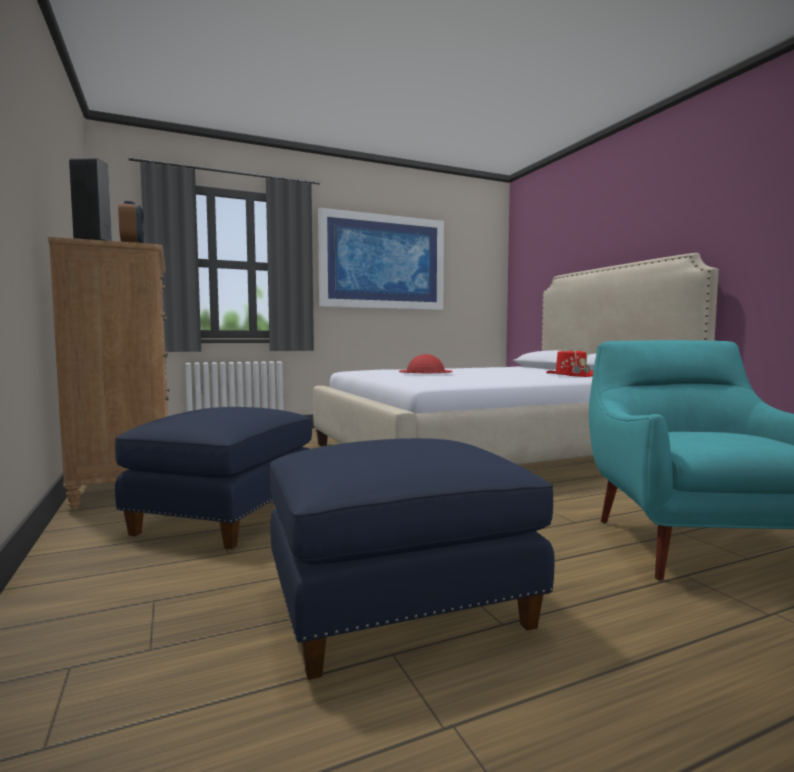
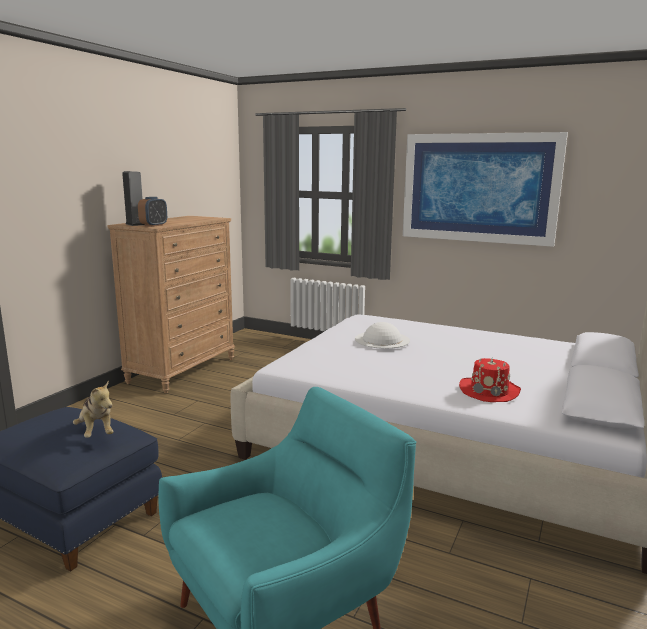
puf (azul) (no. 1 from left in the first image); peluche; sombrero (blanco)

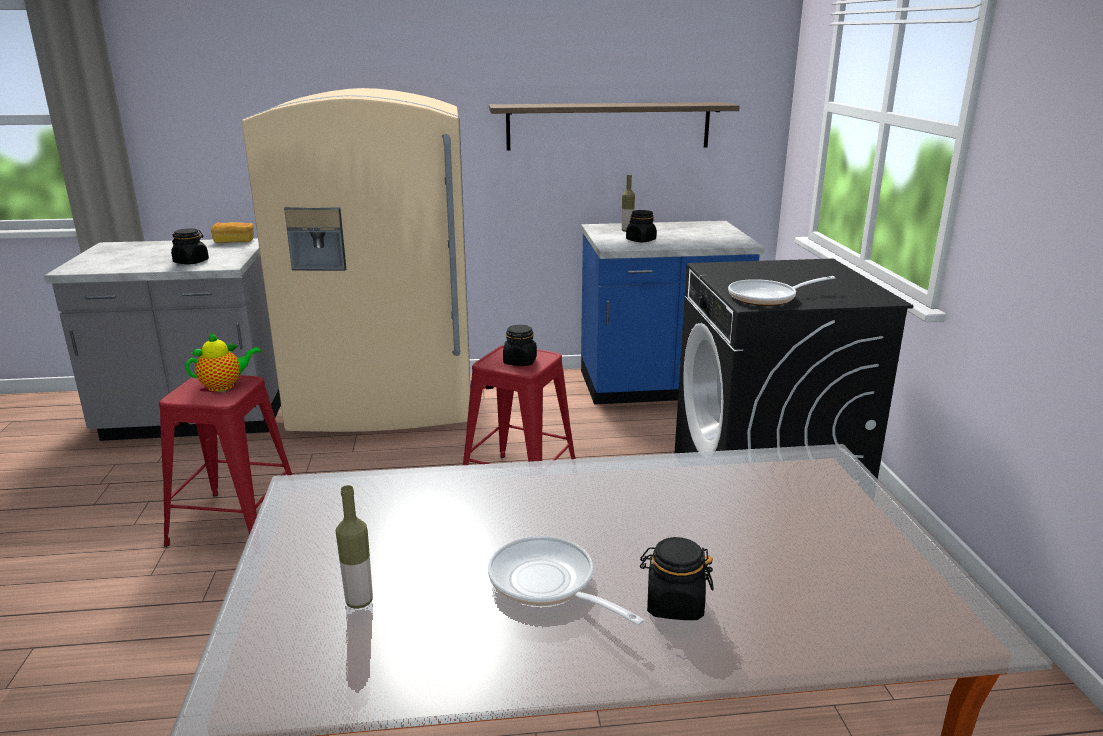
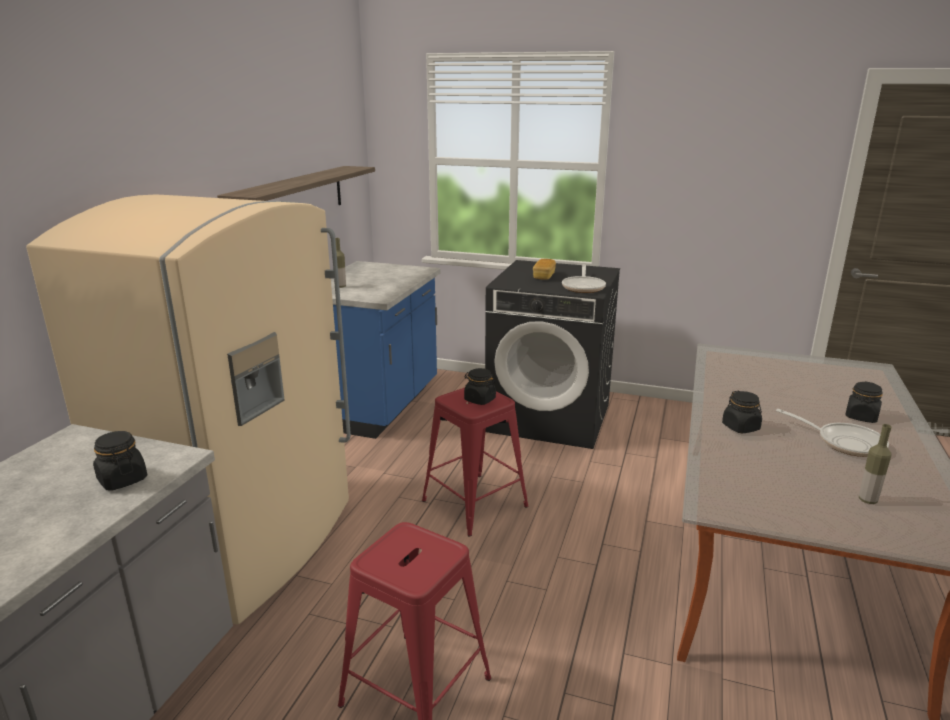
tetera; pan; tarro (negro) (no. 3 from left); sartén (no. 2 from left)

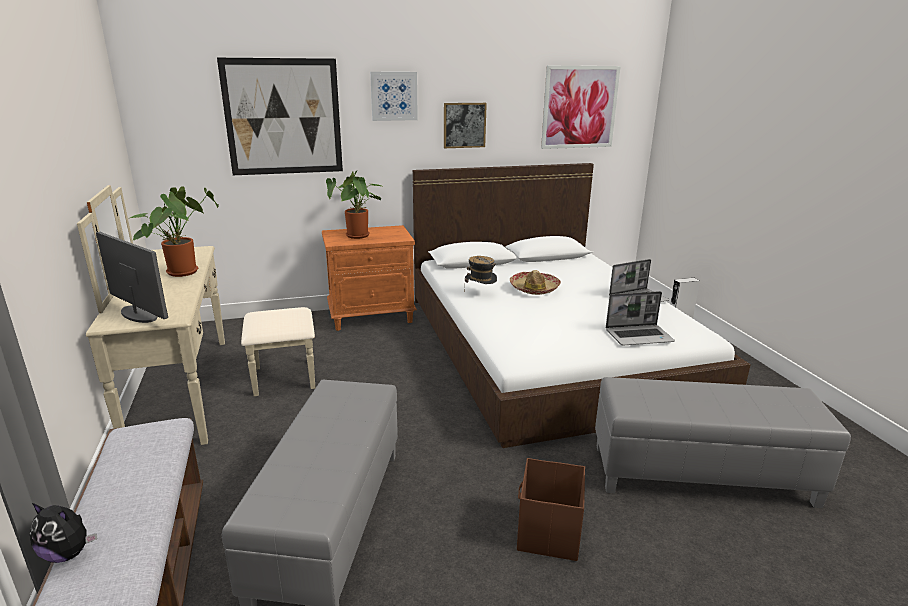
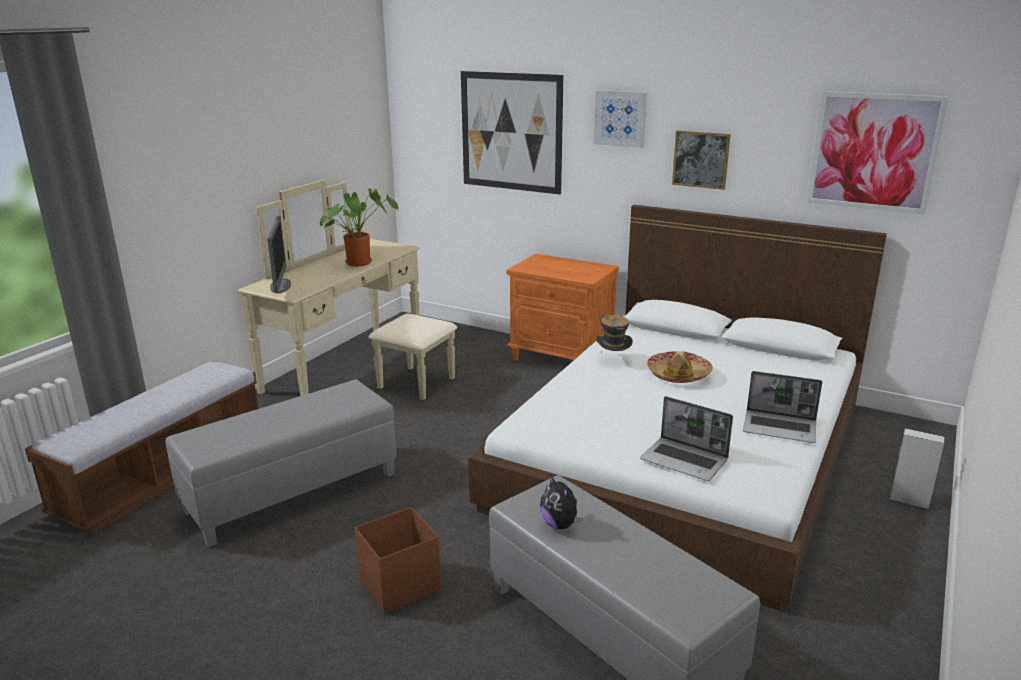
planta en maceta (no. 2 from left in the first image); peluche

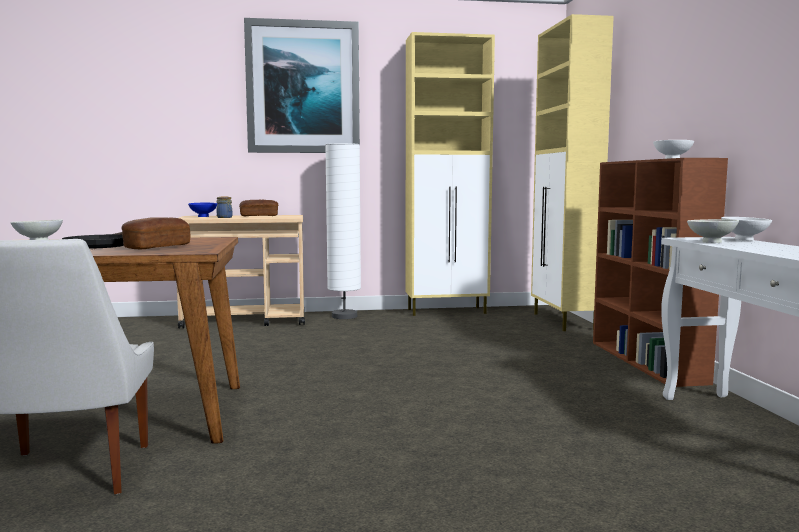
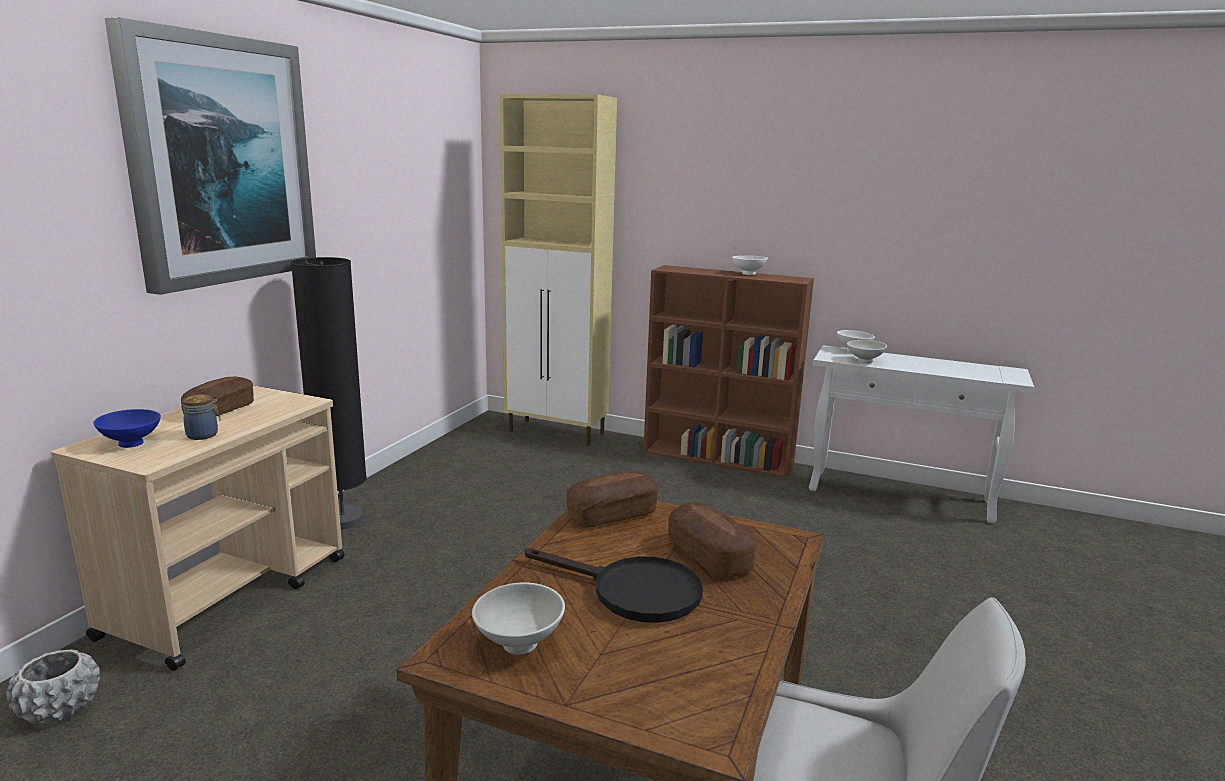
armario (beis) (no. 1 from left in the first image); maceta (gris); pan (no. 2 from left); lámpara de pie (negro)

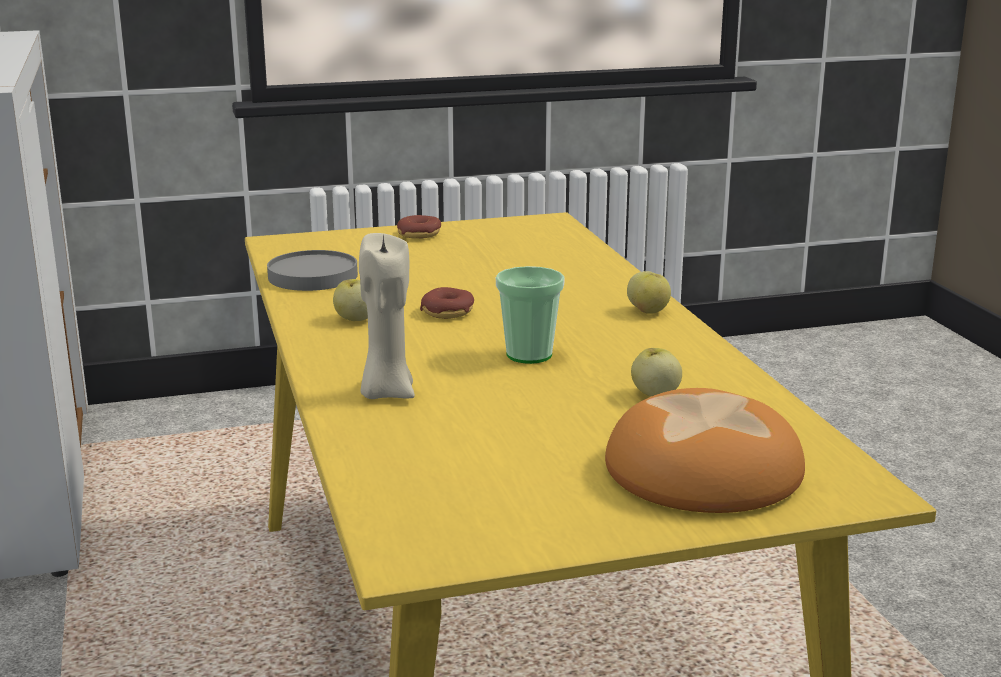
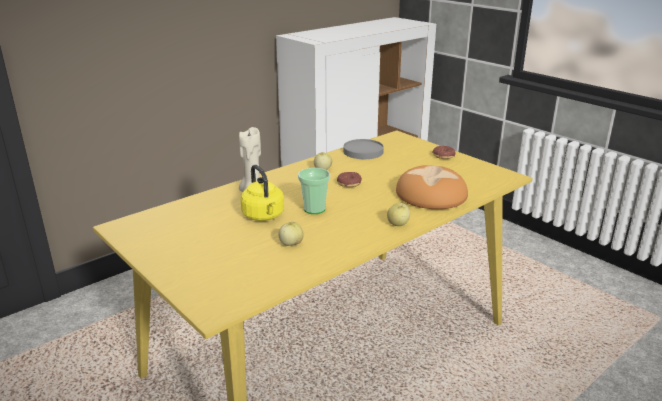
hervidor (amarillo); pan

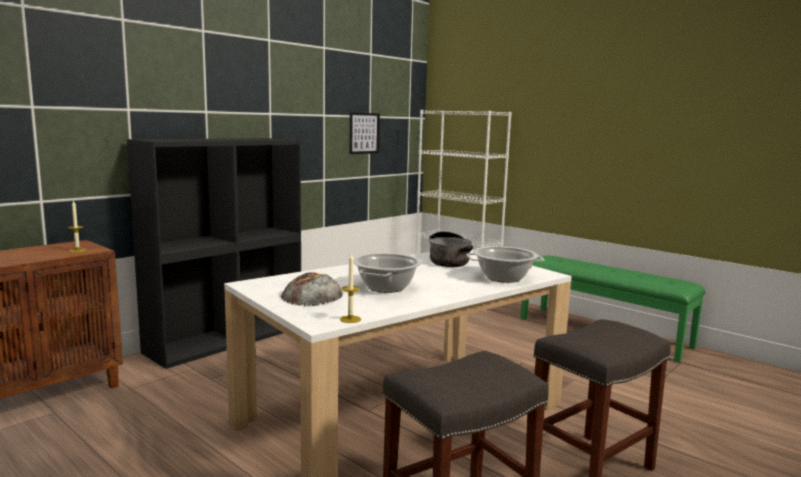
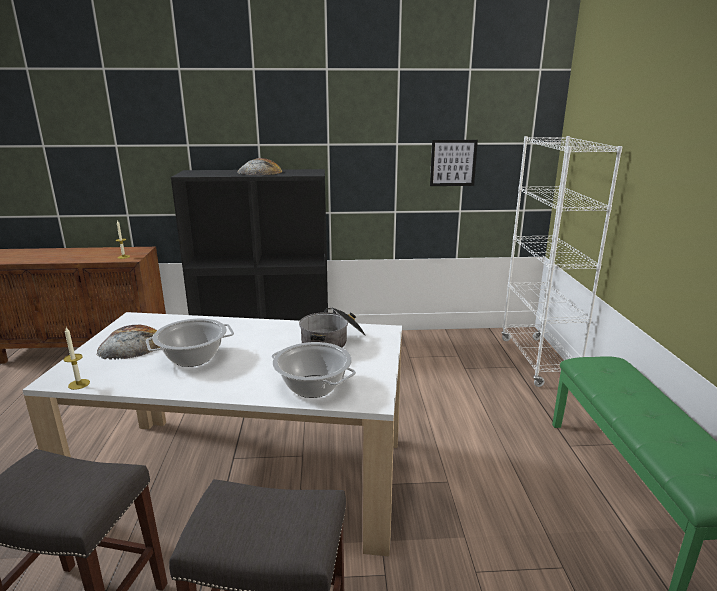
pan (no. 2 from left)

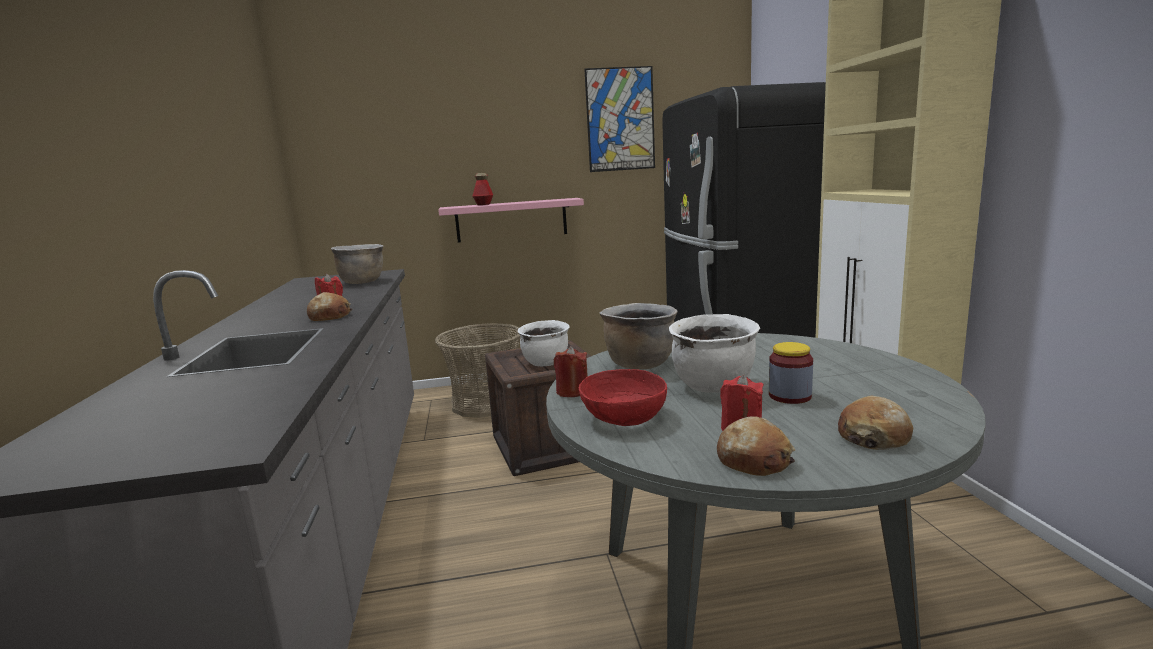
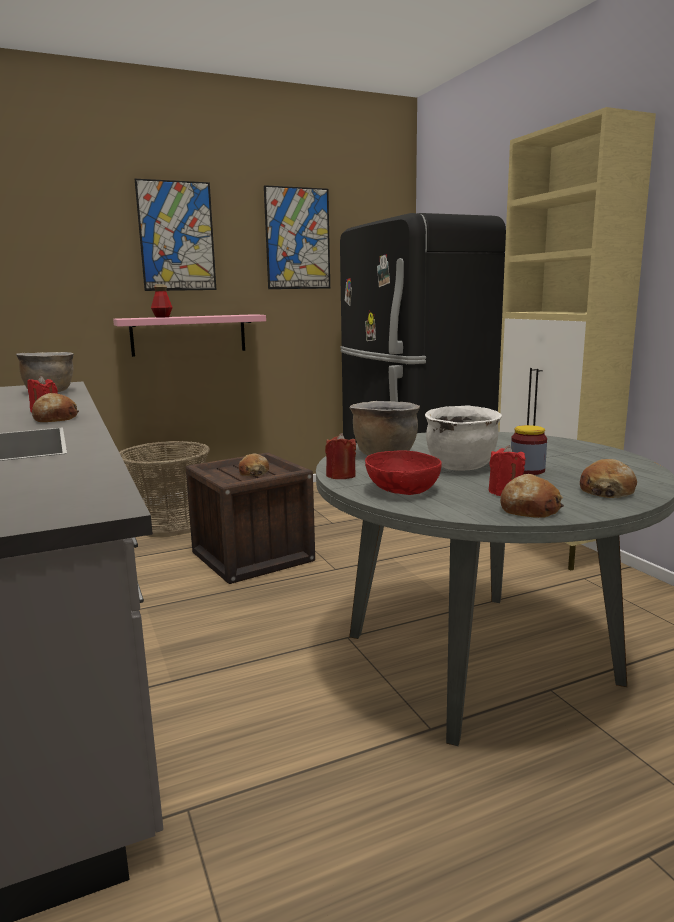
cuadro (no. 1 from left); pan (no. 2 from left)

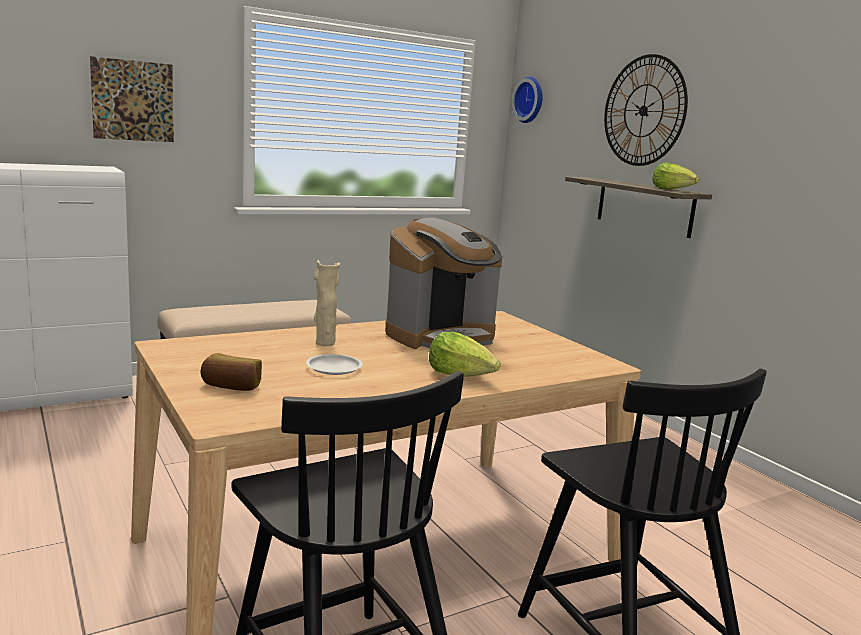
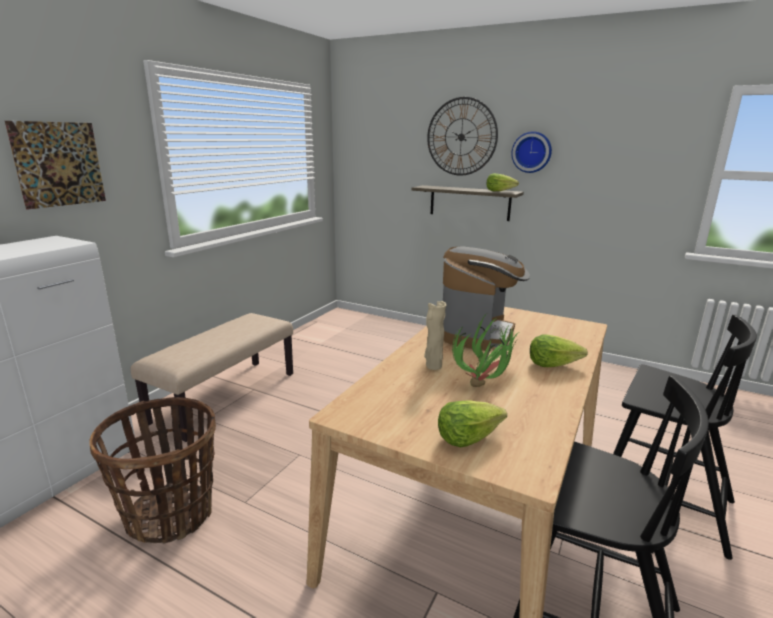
cesta; reloj de pared (no. 2 from left); lechuga (no. 1 from left); planta en maceta

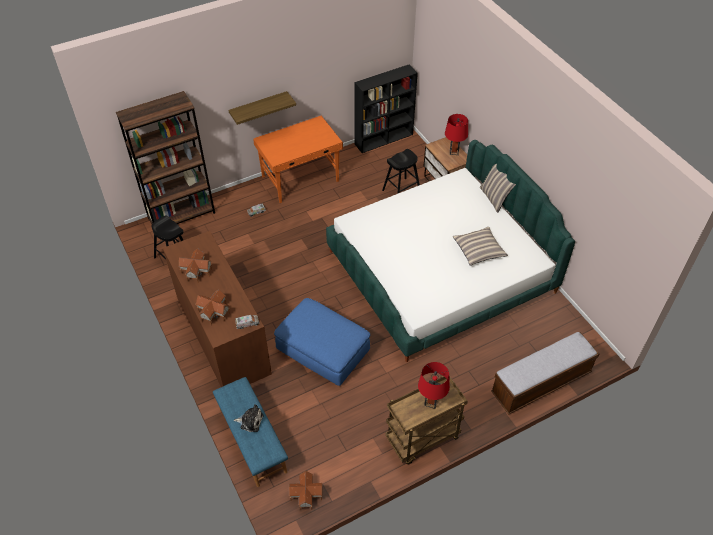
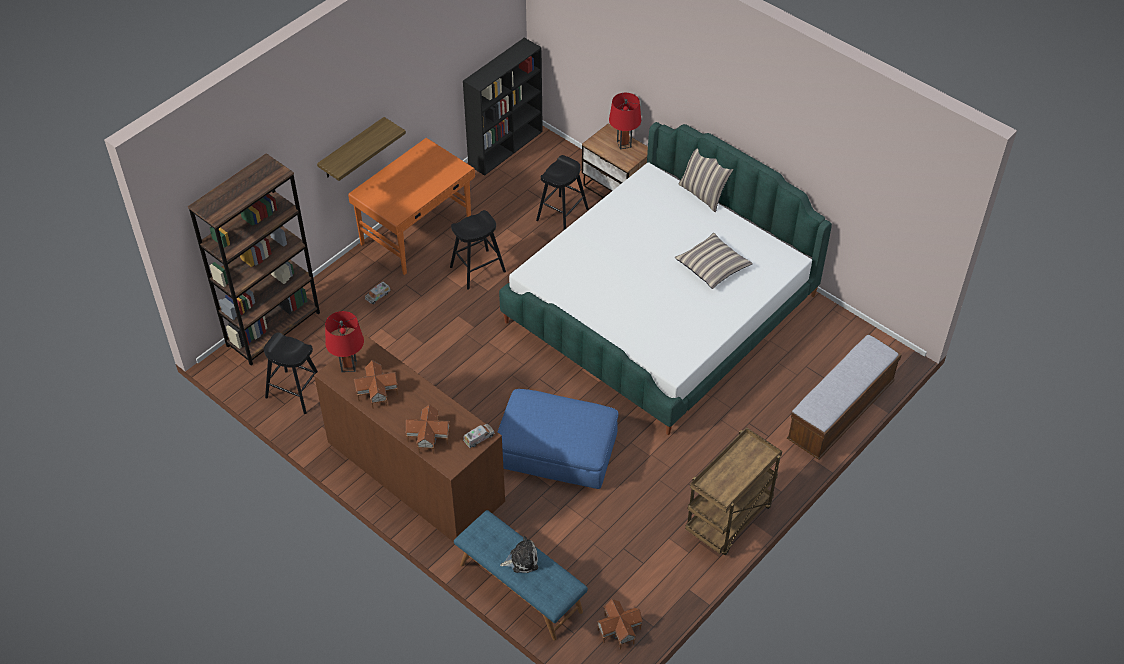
taburete (negro) (no. 2 from left); lámpara de mesa (rojo) (no. 1 from left)

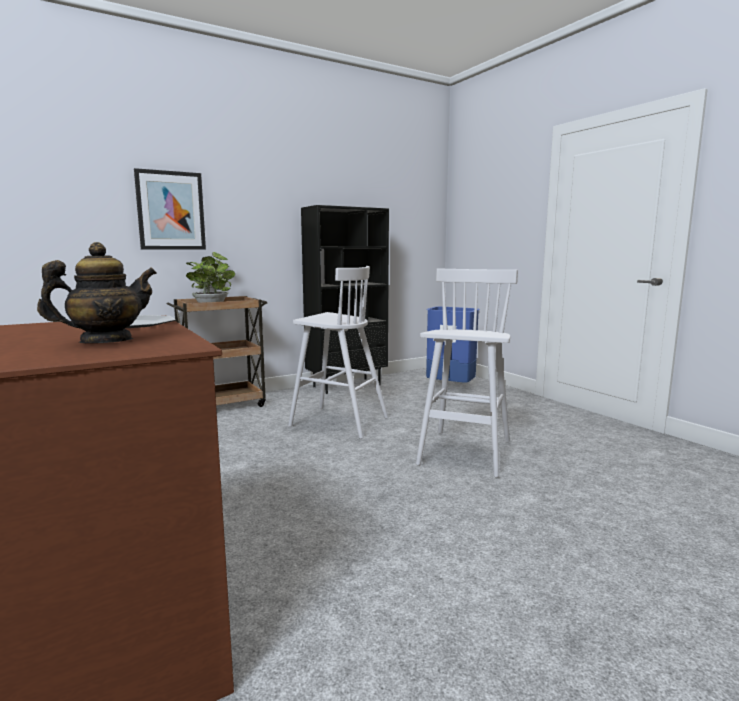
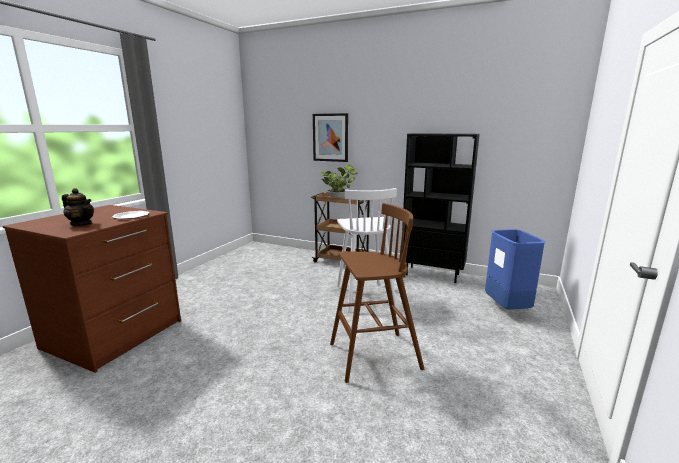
taburete (marrón)

